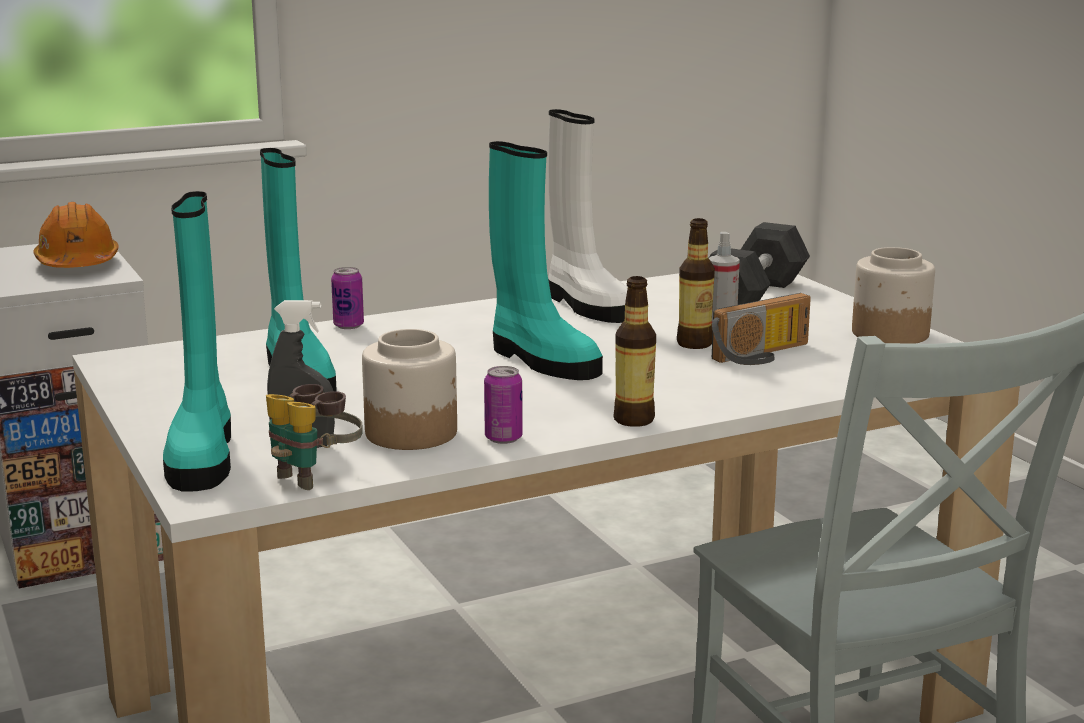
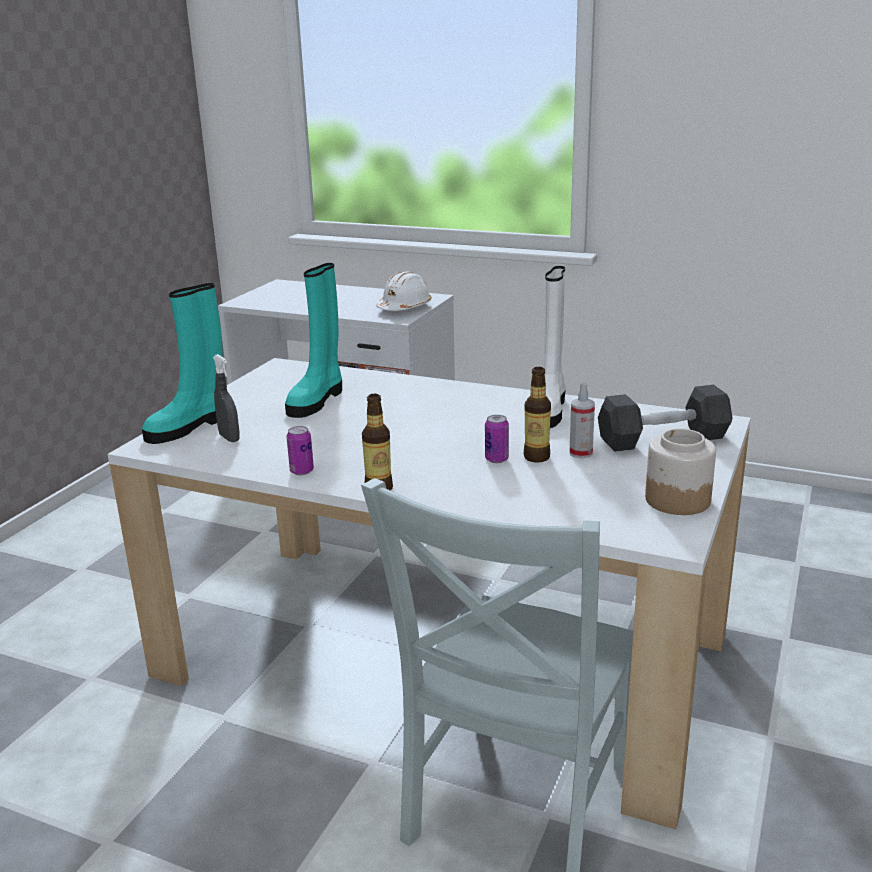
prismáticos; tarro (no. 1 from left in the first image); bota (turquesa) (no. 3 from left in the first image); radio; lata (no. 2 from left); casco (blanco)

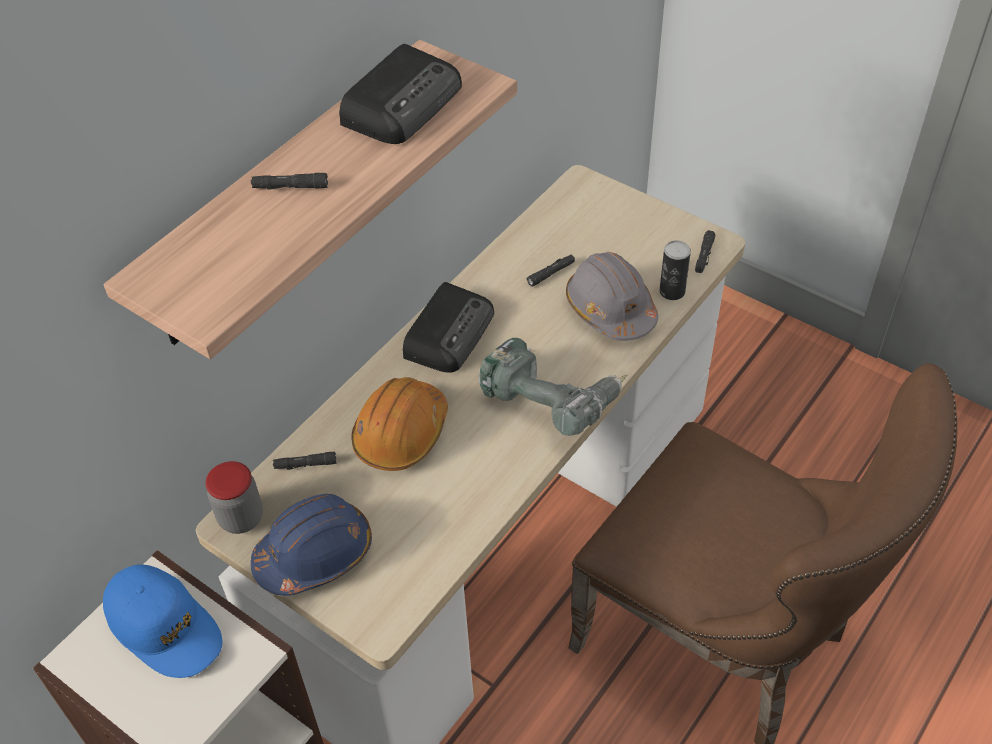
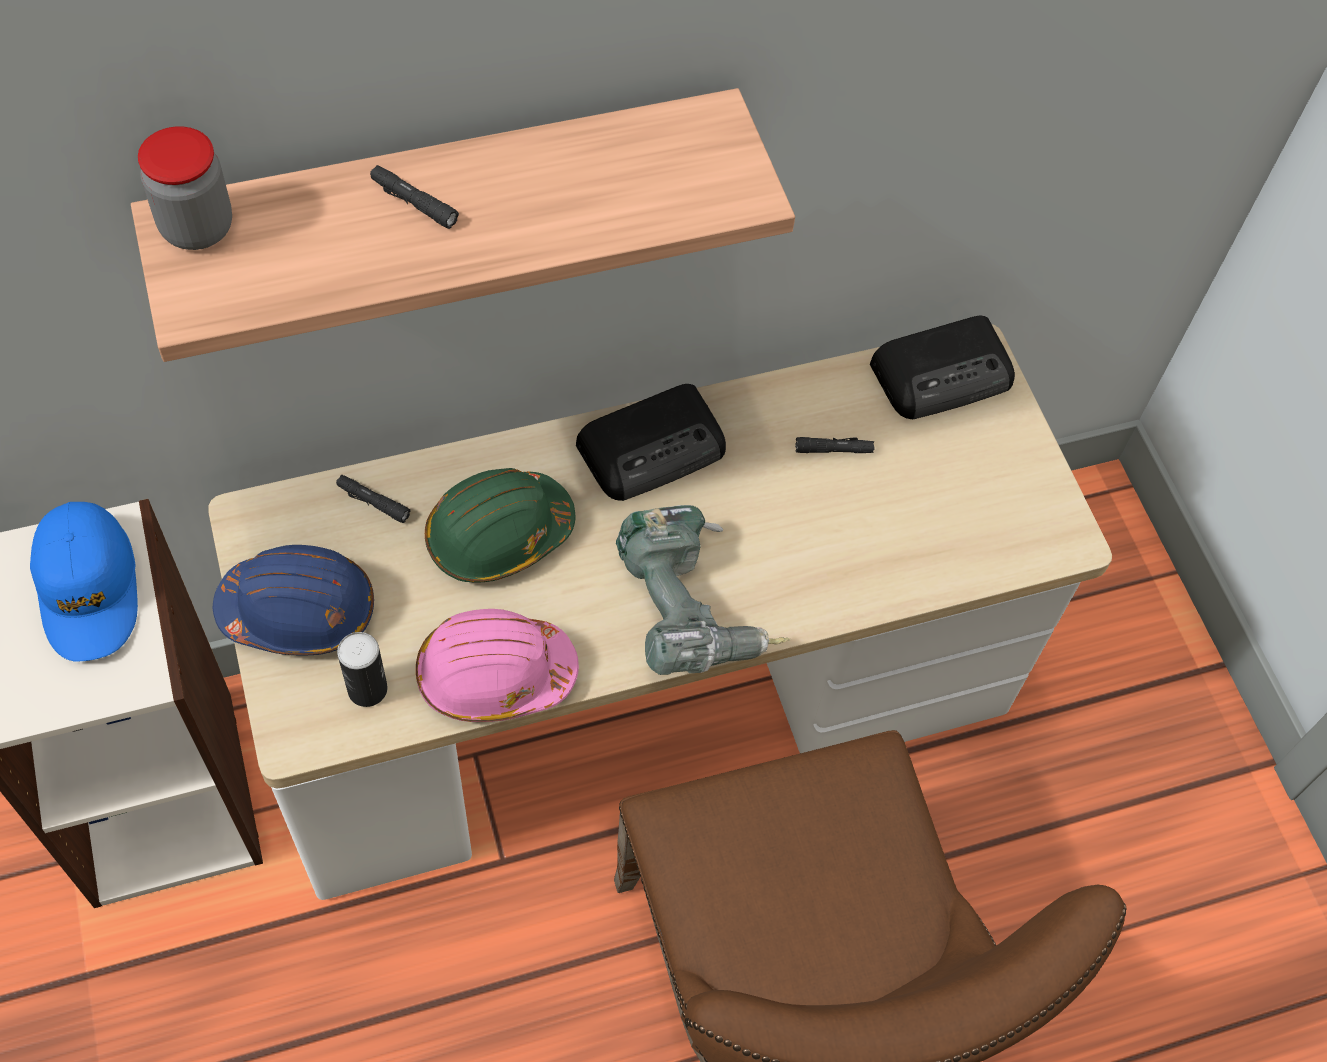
casco (gris); linterna (negro) (no. 4 from left in the first image); casco (rosa); tarro; radio (no. 2 from left); lata; casco (verde)

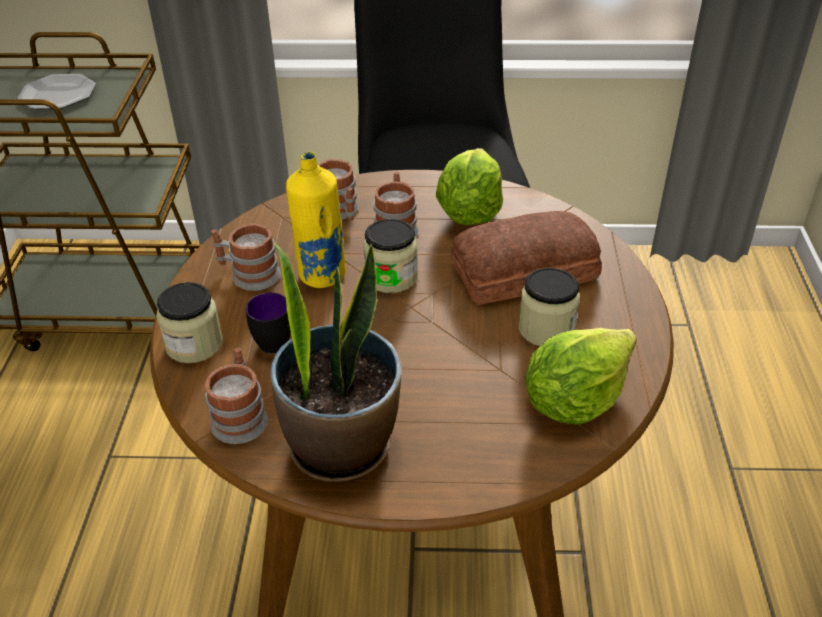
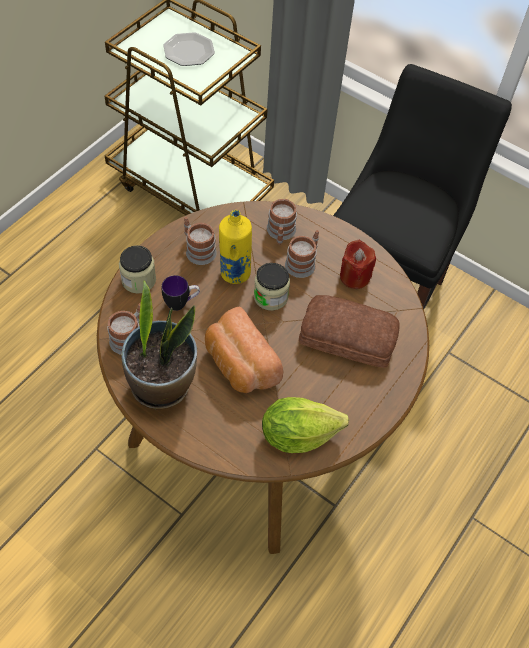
tarro (no. 3 from left in the first image); pan (no. 1 from left); vela (rojo)

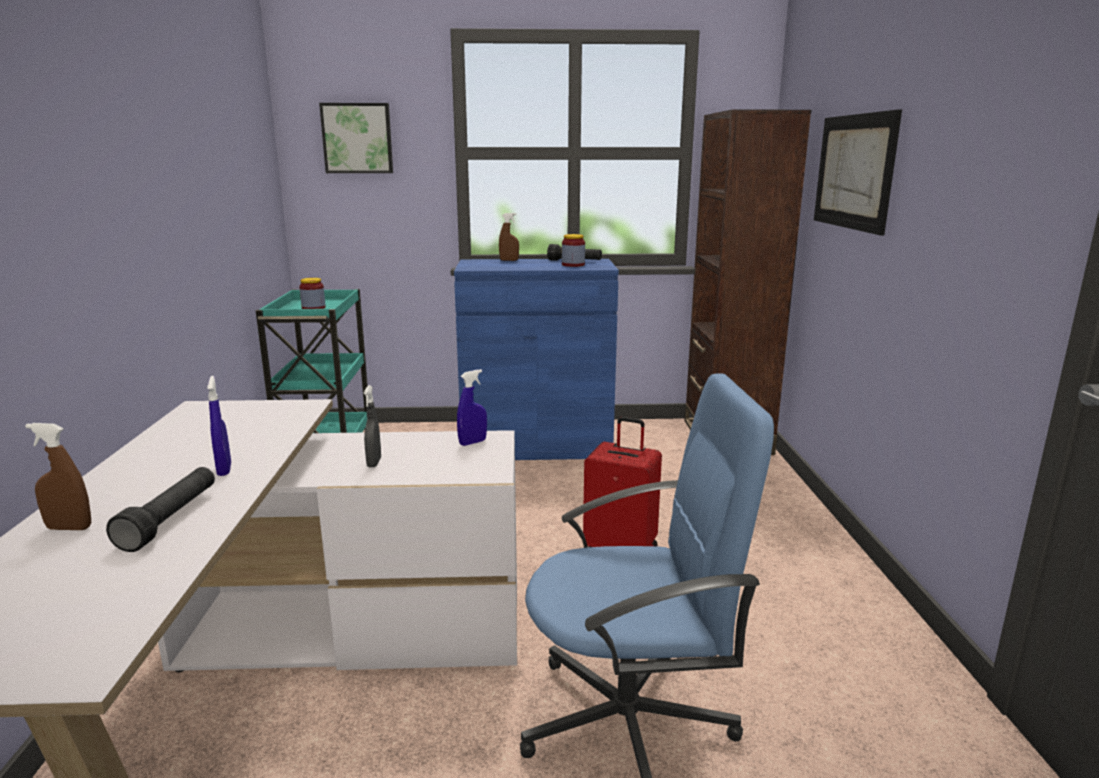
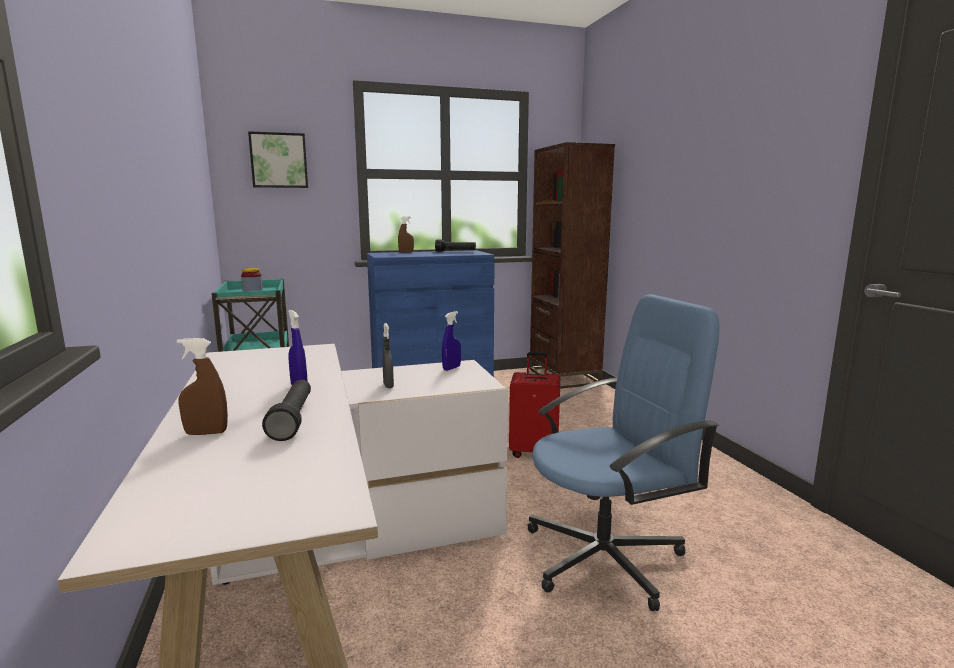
tarro (no. 2 from left in the first image); cuadro (no. 2 from left in the first image)

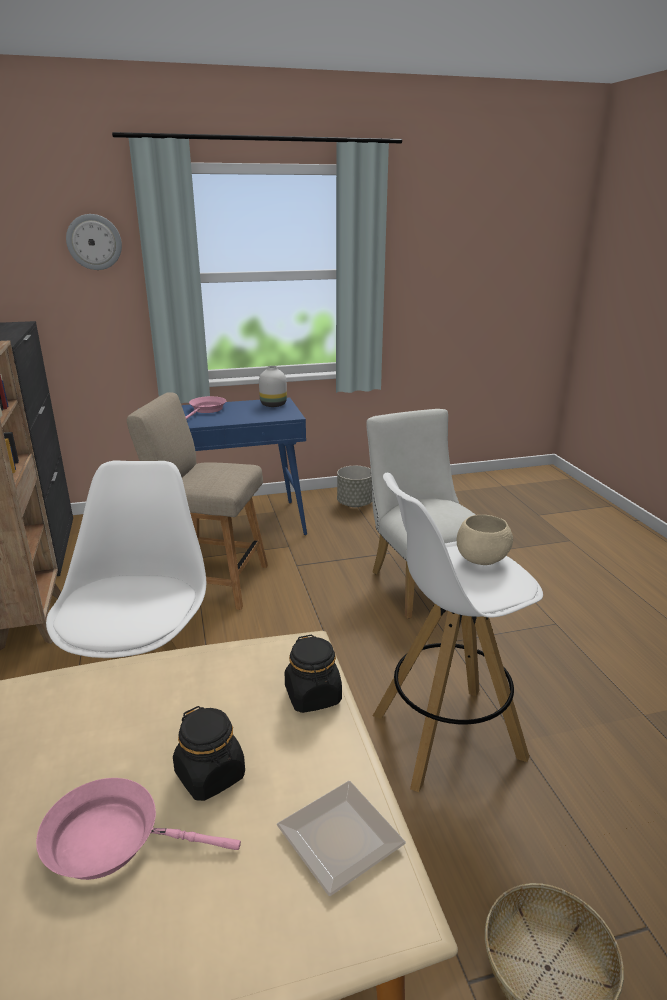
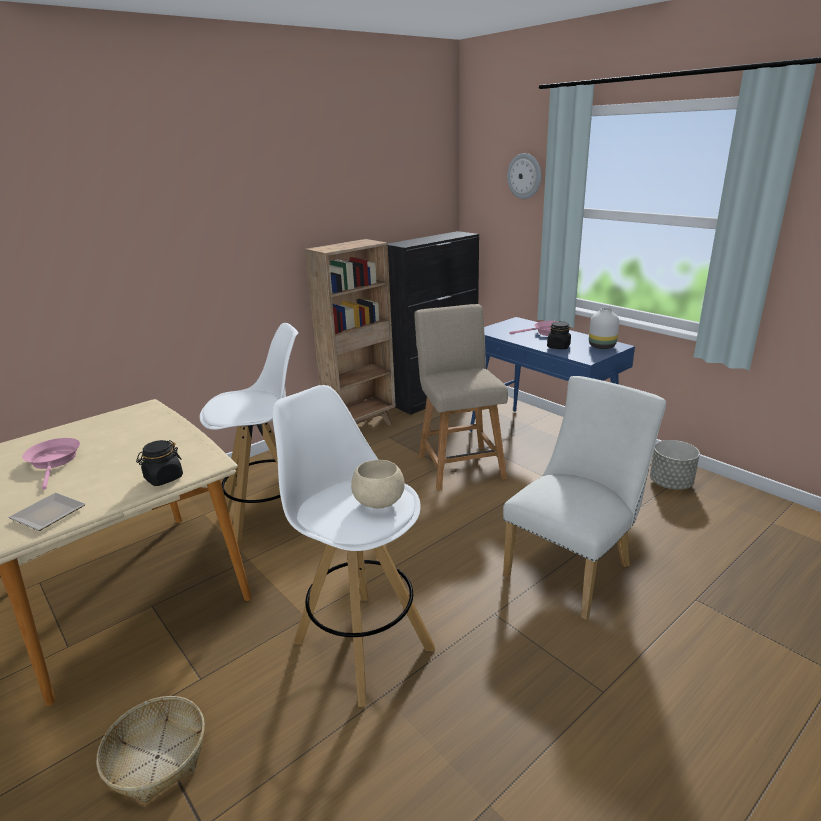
tarro (negro) (no. 2 from left)

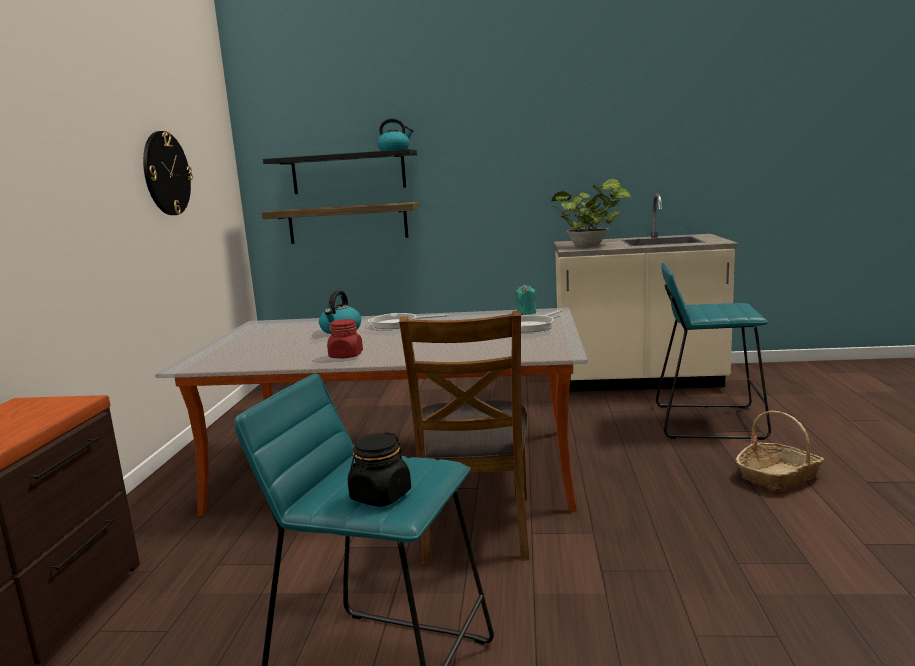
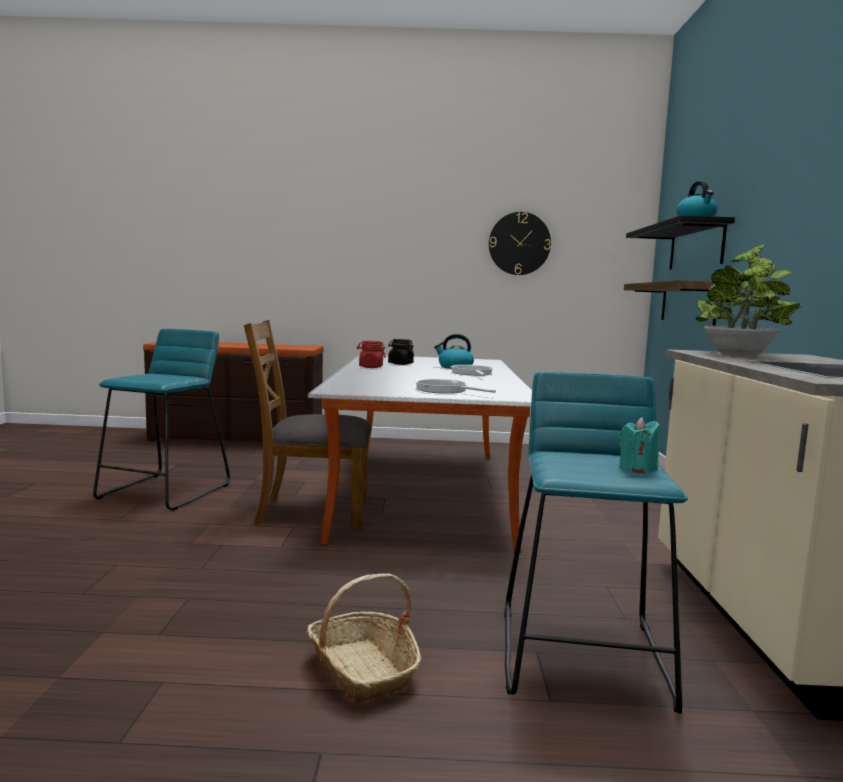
tarro (negro); vela (turquesa)

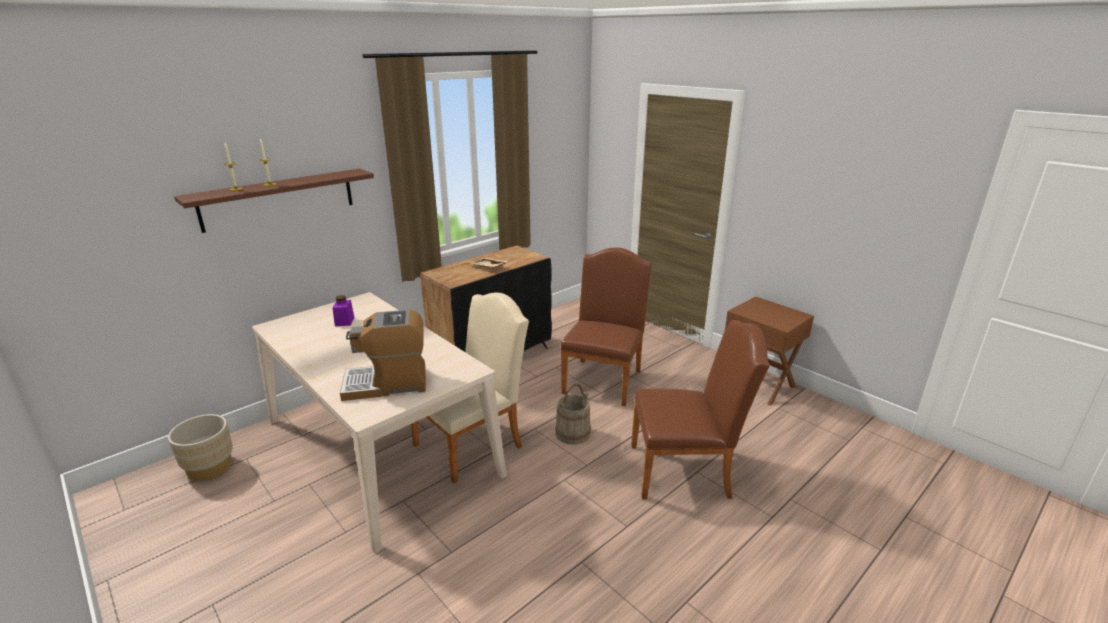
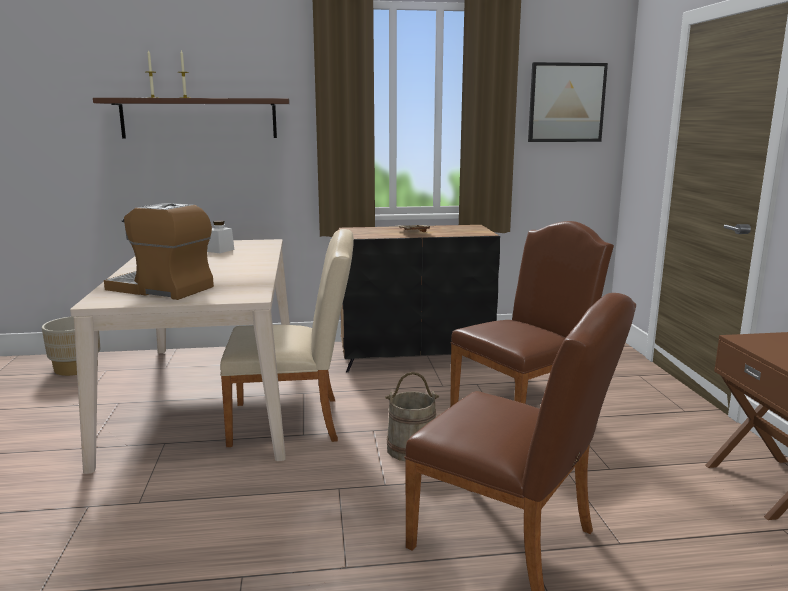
cuadro; tarro (blanco)

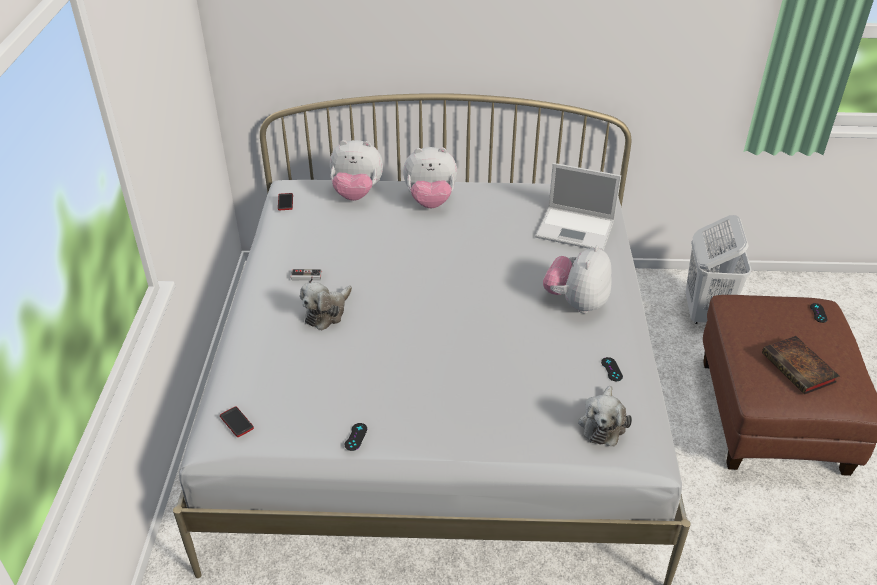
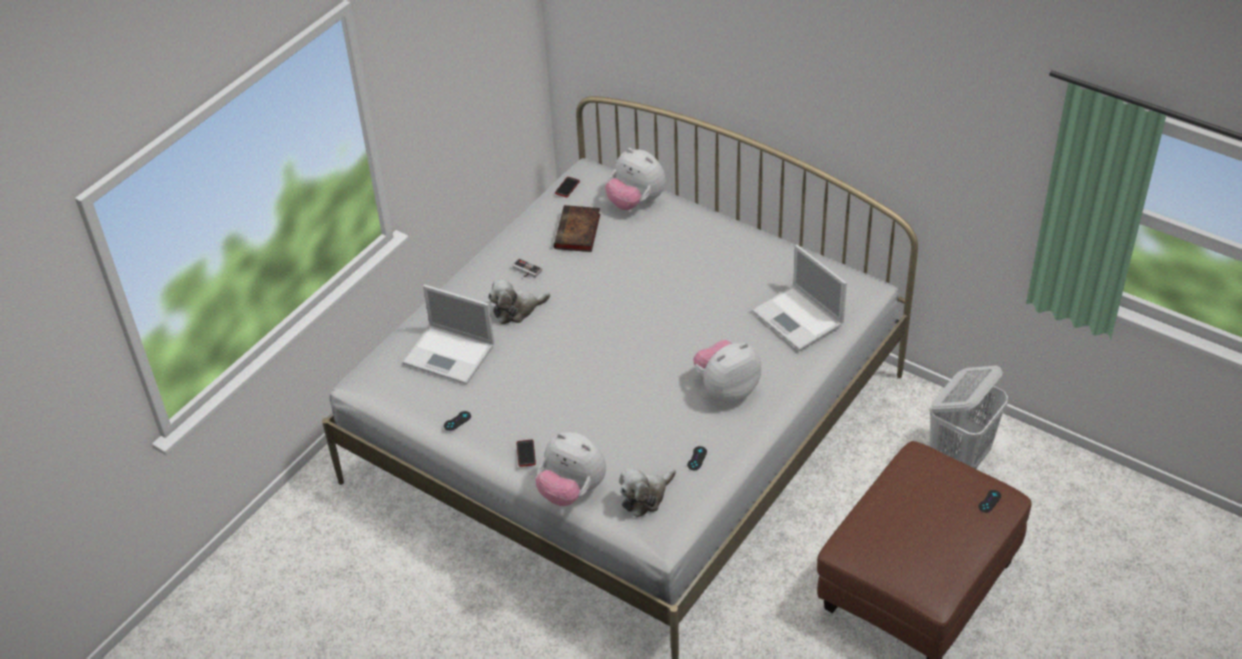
portátil (no. 1 from left); móvil (no. 1 from left); peluche (no. 2 from left); libro

